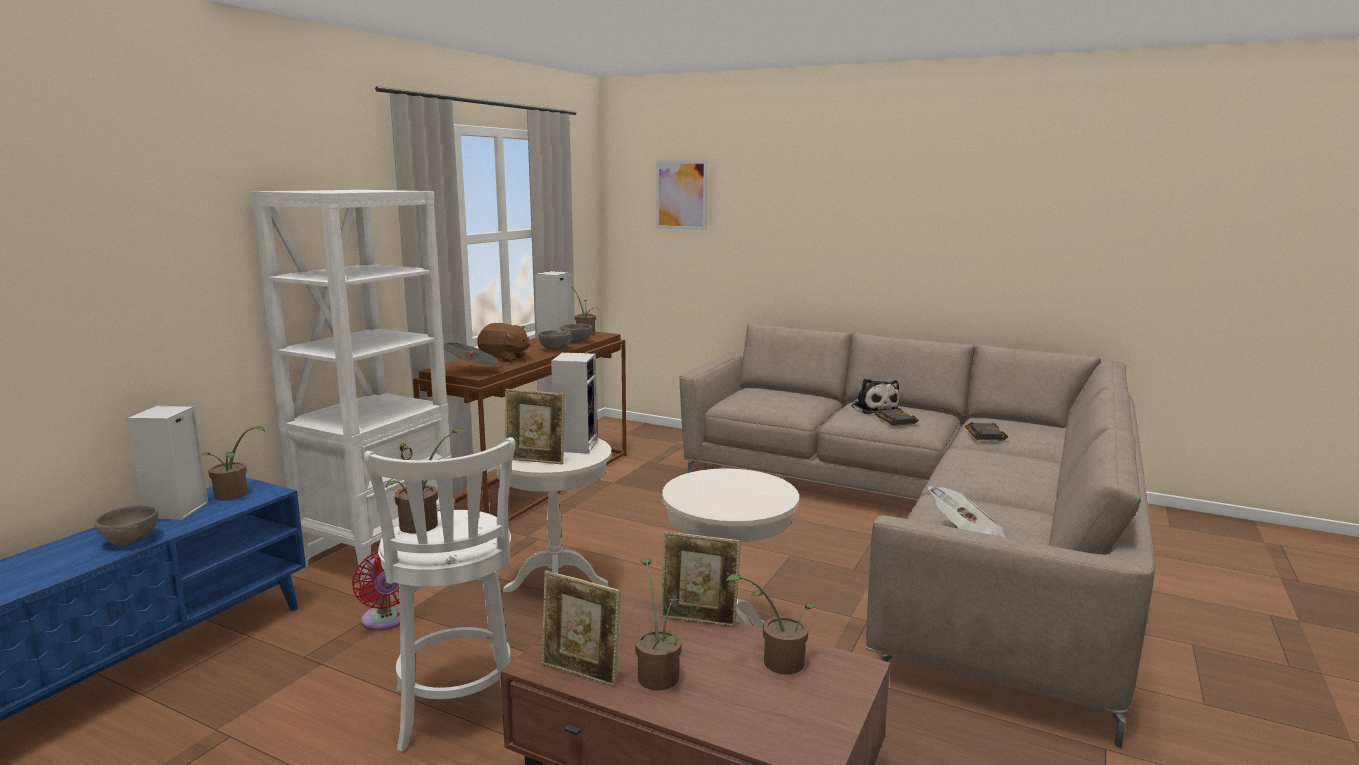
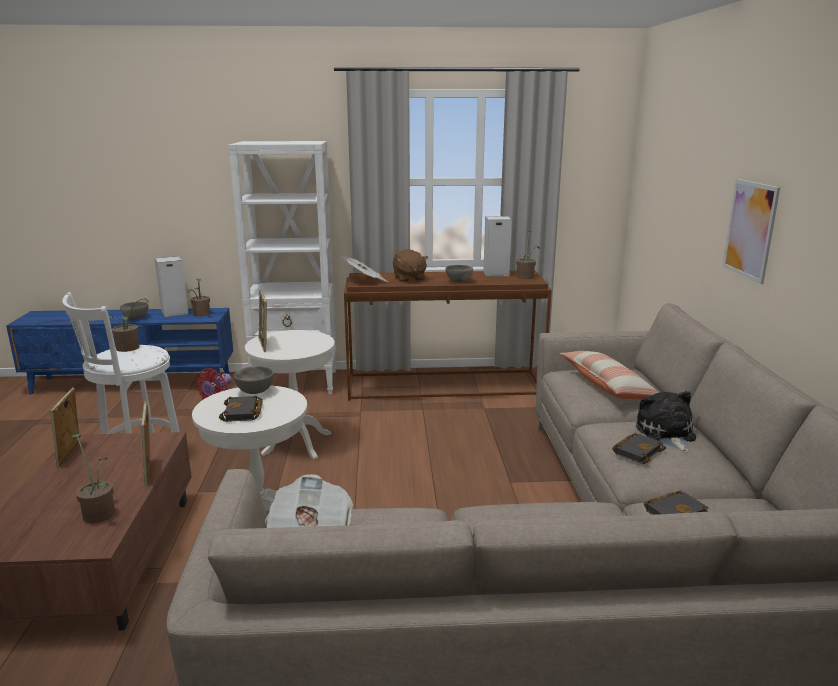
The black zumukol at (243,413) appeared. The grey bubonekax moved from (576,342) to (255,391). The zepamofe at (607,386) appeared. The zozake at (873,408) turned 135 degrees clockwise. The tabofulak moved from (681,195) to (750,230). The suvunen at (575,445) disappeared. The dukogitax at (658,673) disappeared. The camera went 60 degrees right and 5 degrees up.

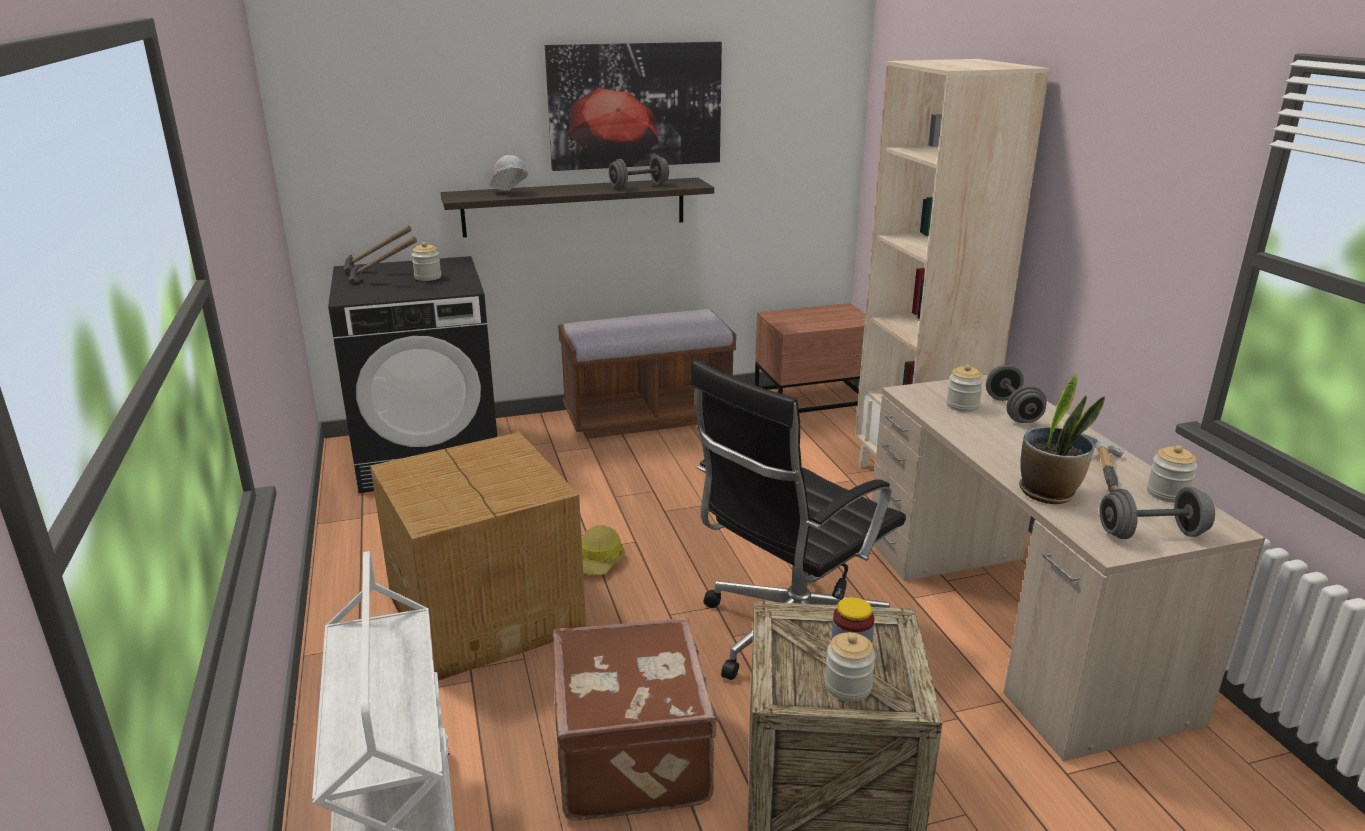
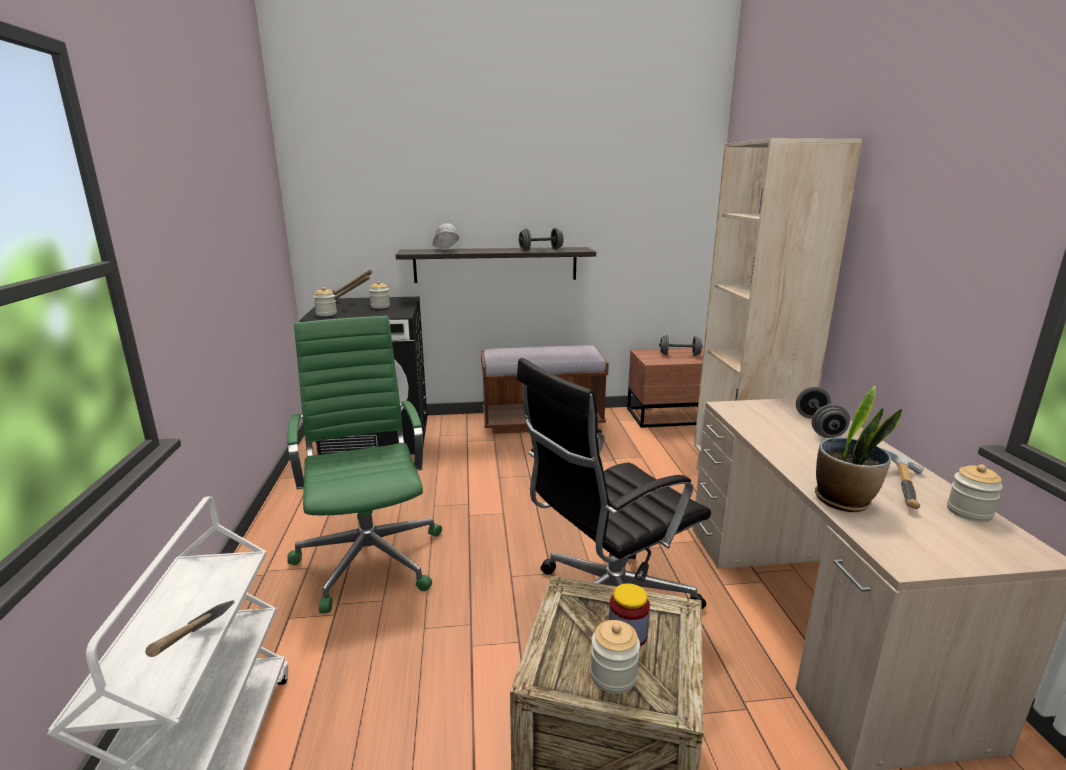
The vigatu at (200,662) appeared. The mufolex at (487,611) was replaced by the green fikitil at (370,557). The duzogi moved from (962,406) to (326,314). The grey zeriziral moved from (1151,534) to (679,355). The tabofulak at (635,105) disappeared. The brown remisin at (634,755) disappeared. The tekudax at (599,561) disappeared. The camera went 10 degrees right and 5 degrees down.

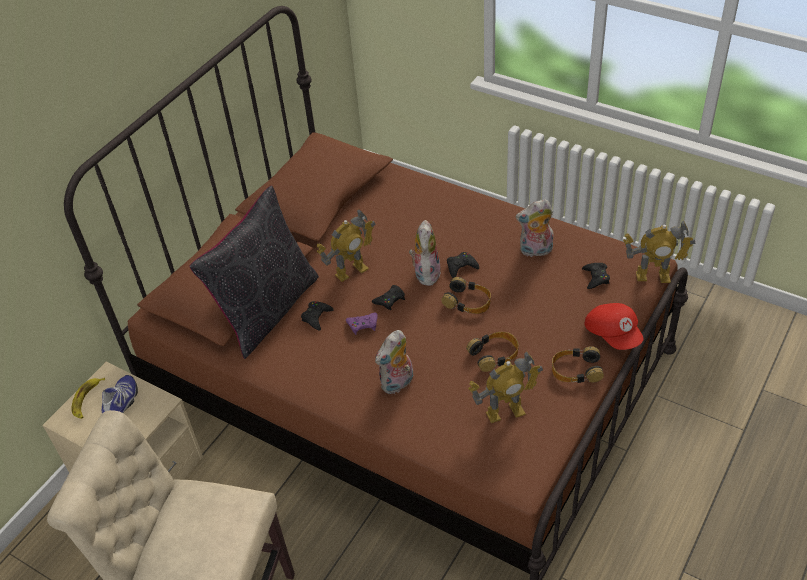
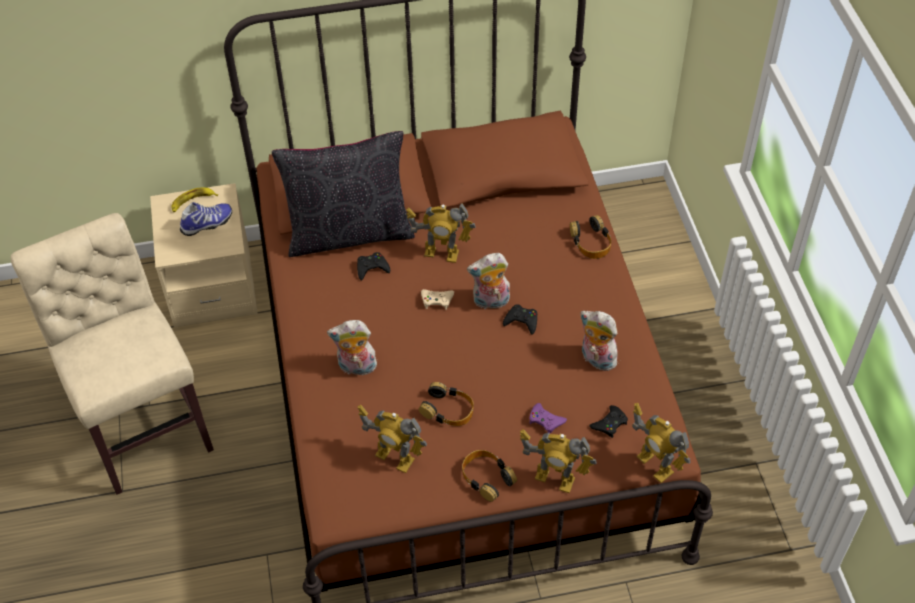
The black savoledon at (390,300) became the beige savoledon at (437,300). The zozake at (425,273) turned 150 degrees counterclockwise. The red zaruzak at (613,334) was replaced by the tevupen at (554,479). The purple savoledon moved from (363,325) to (545,420). The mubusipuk moved from (468,301) to (591,242). The camera went 45 degrees right and 5 degrees up.

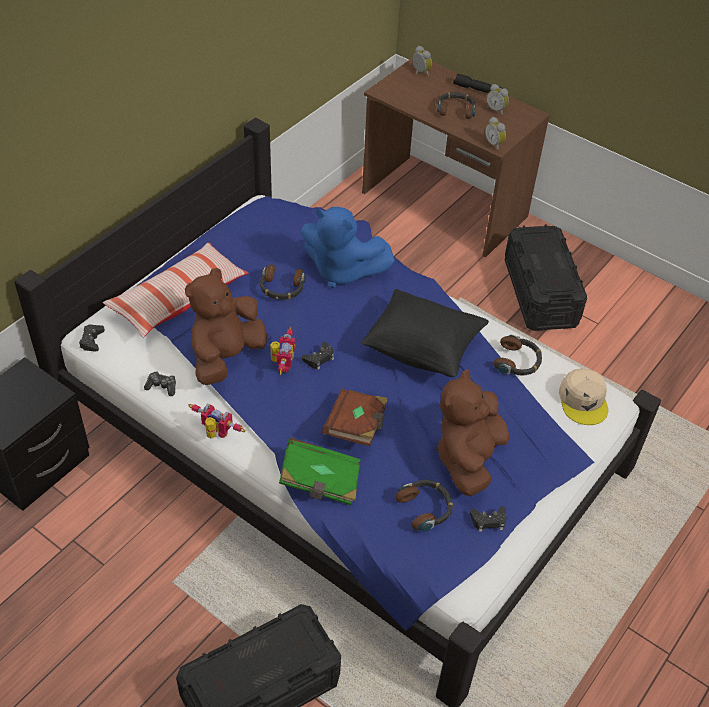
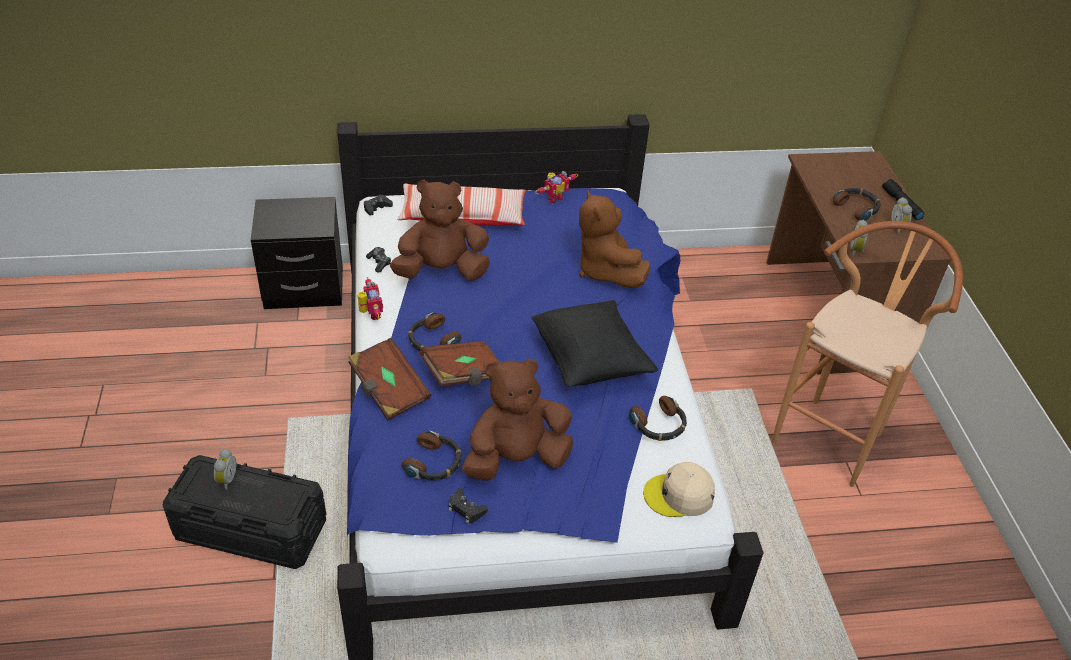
The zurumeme moved from (420,73) to (226,480). The green zumukol at (320,482) became the brown zumukol at (388,390). The mubusipuk moved from (281,288) to (432,340). The tevupen moved from (282,364) to (553,197). The blue zozake at (341,271) became the brown zozake at (606,271). The beige zaruzak at (583,400) turned 45 degrees clockwise. The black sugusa at (540,293) was replaced by the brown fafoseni at (834,434). The black savoledon at (319,358) disappeared. The camera went 45 degrees right and 5 degrees down.

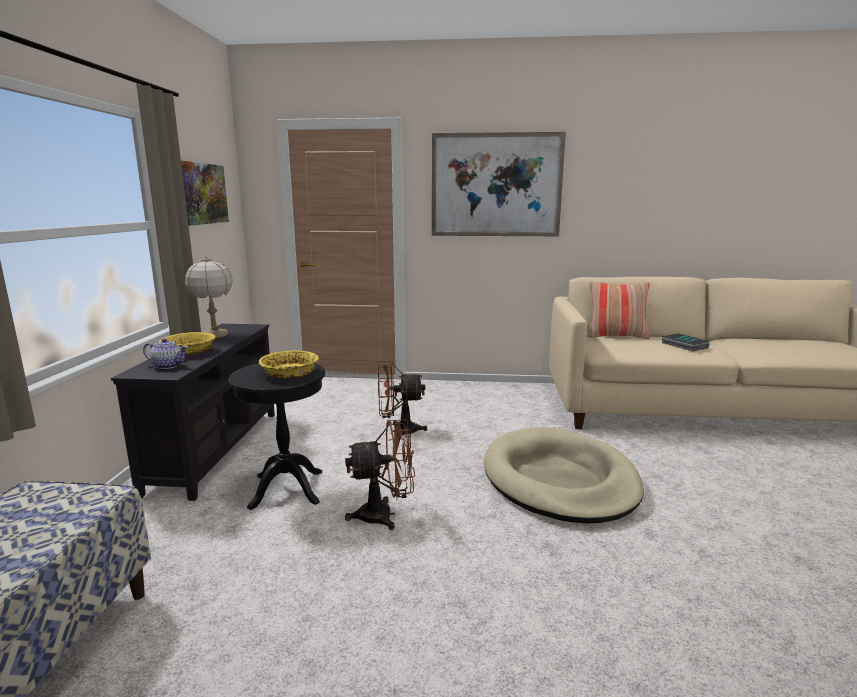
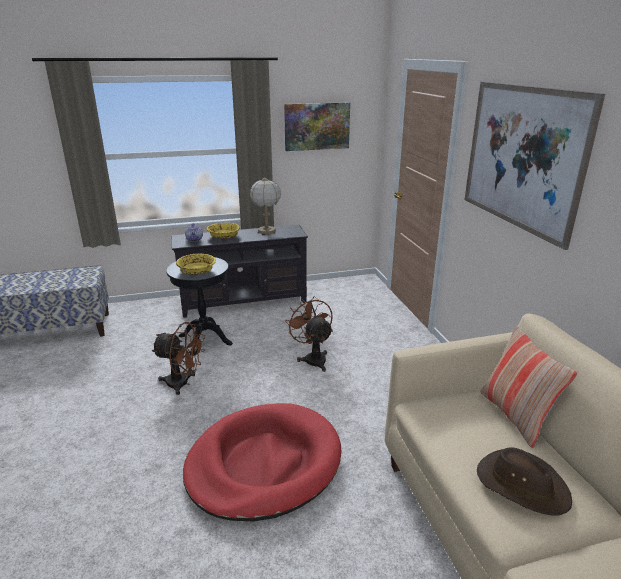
The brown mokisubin at (385,515) turned 45 degrees counterclockwise. The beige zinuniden at (559,480) became the red zinuniden at (264,464). The zumukol at (683,345) was replaced by the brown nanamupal at (521,484). The camera went 70 degrees right and 10 degrees up.

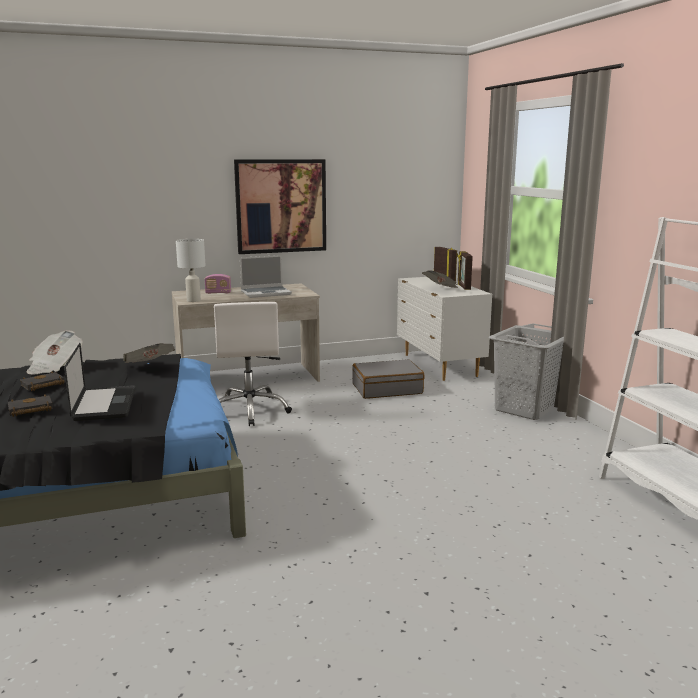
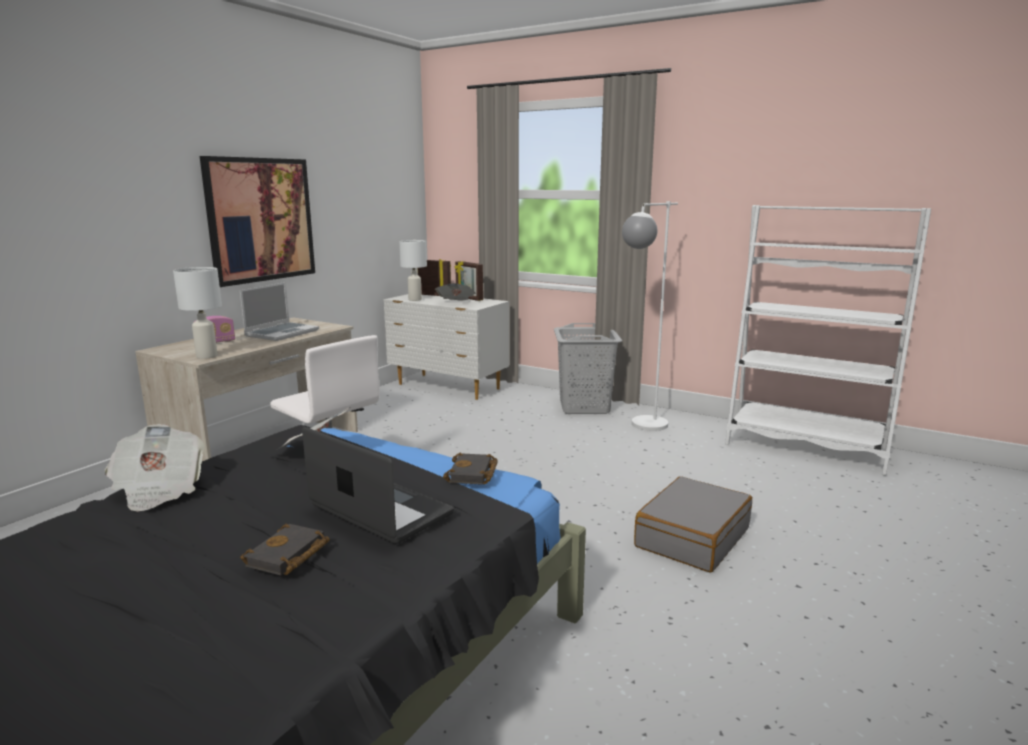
The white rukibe at (414,299) appeared. The black zumukol moved from (42,385) to (473,474). The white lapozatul at (641,427) appeared. The grey remisin moved from (387,389) to (691,537). The camera went 40 degrees left and 0 degrees up.

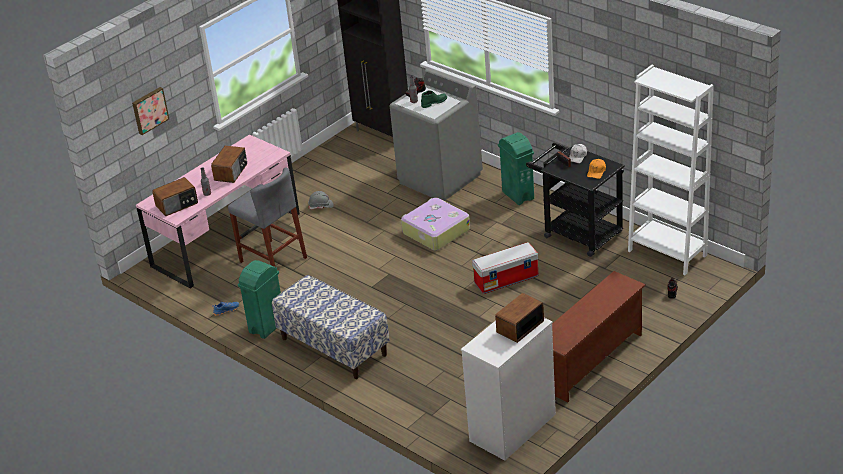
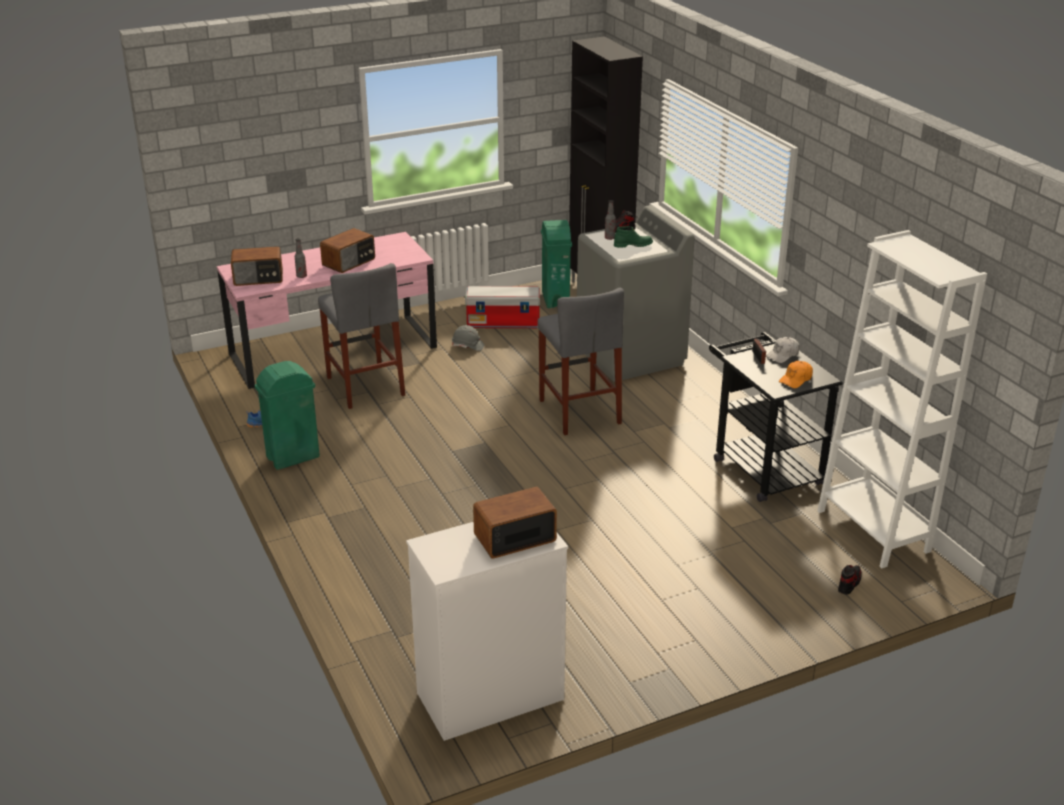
The sugusa moved from (506,279) to (504,322). The remisin at (435,231) was replaced by the grey fafoseni at (579,411). The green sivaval moved from (518,195) to (555,299). The tabofulak at (149,110) disappeared. The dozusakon at (333,347) disappeared. The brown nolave at (590,361) disappeared. The camera went 20 degrees right and 5 degrees down.

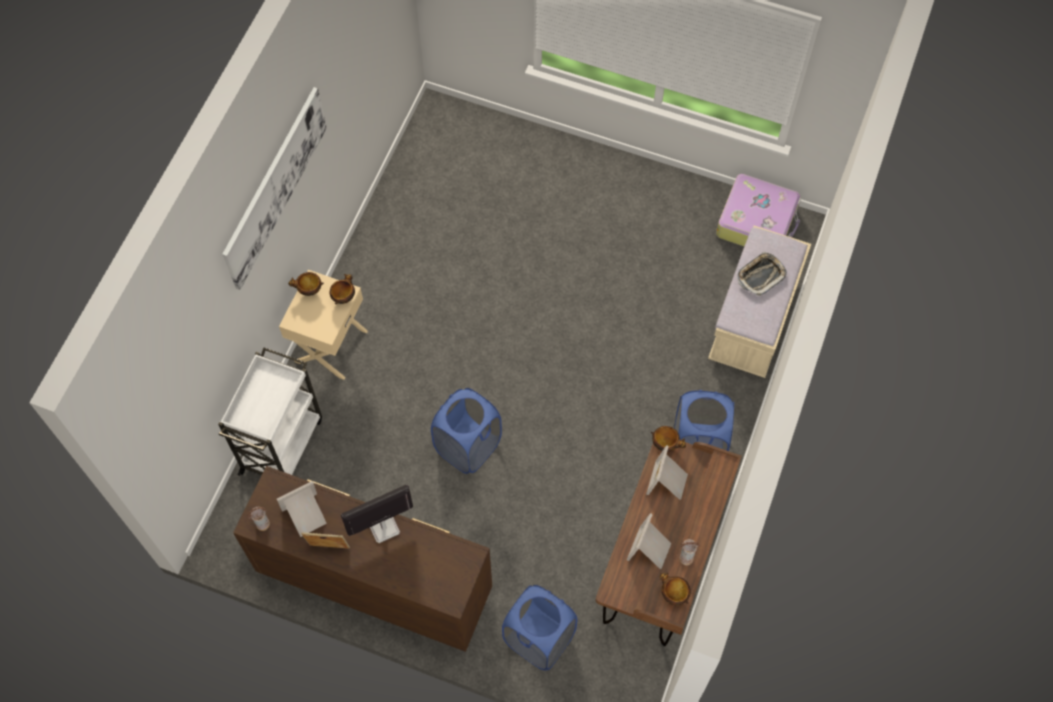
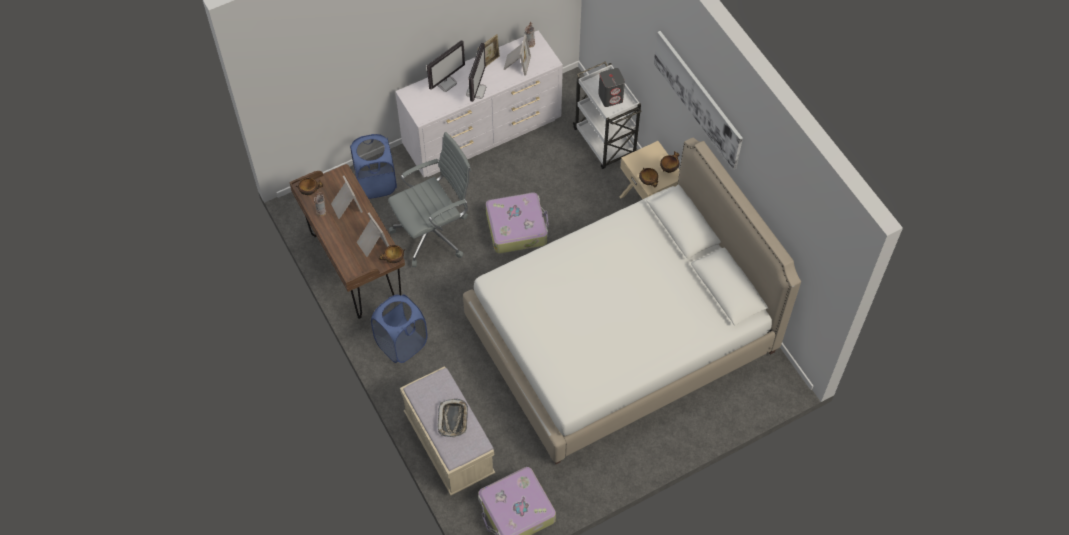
The grey fikitil at (434,233) appeared. The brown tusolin at (374,580) became the white tusolin at (483,134). The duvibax at (446,82) appeared. The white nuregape at (620,335) appeared. The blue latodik at (468,447) was replaced by the remisin at (517,227). The grey suvunen at (610,97) appeared. The camera went 130 degrees right and 5 degrees down.

